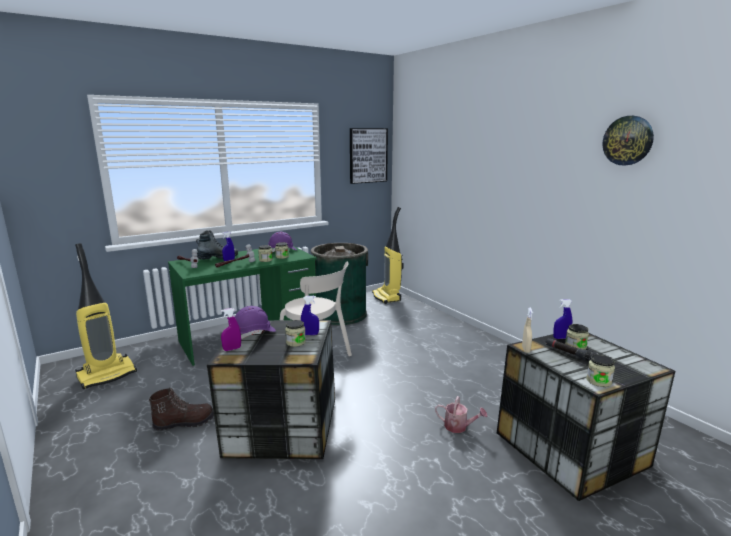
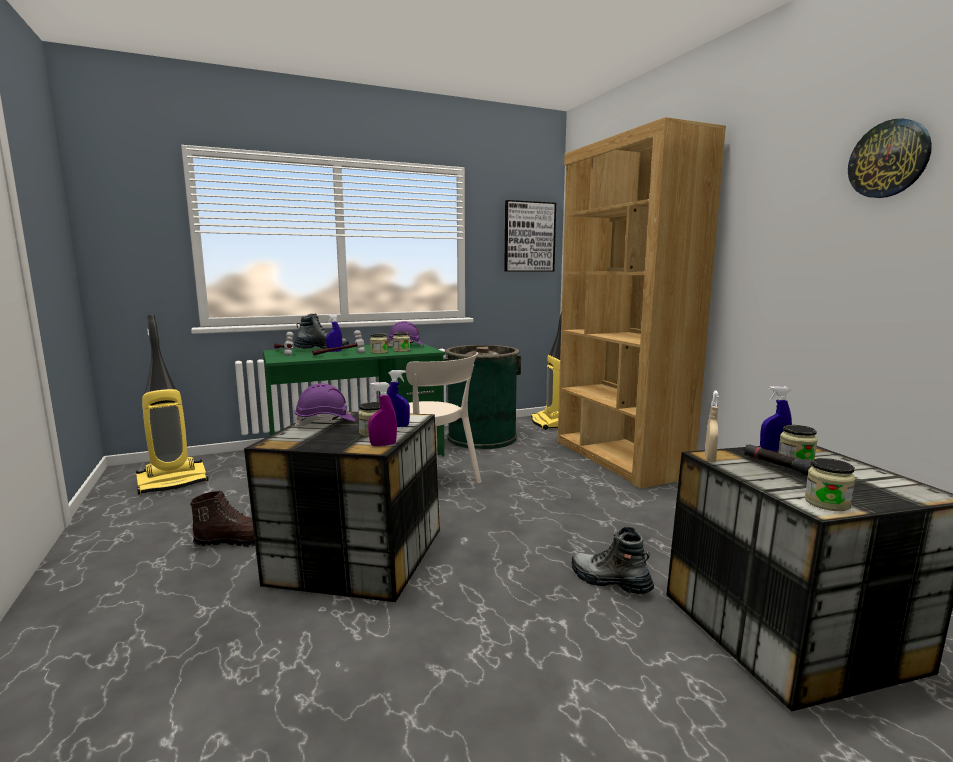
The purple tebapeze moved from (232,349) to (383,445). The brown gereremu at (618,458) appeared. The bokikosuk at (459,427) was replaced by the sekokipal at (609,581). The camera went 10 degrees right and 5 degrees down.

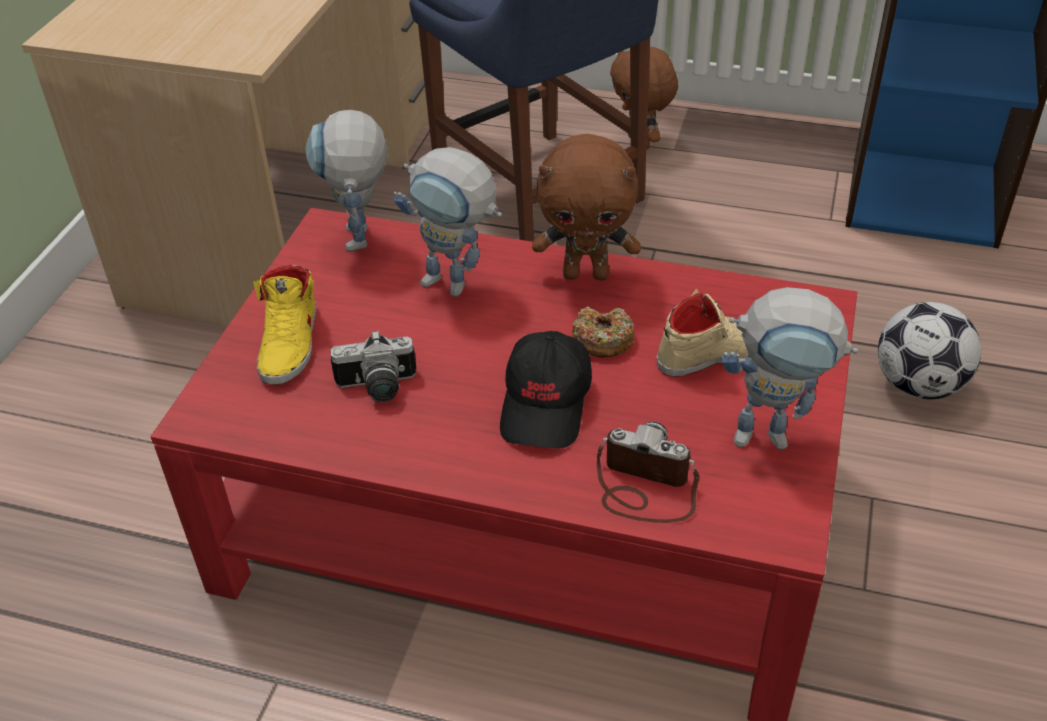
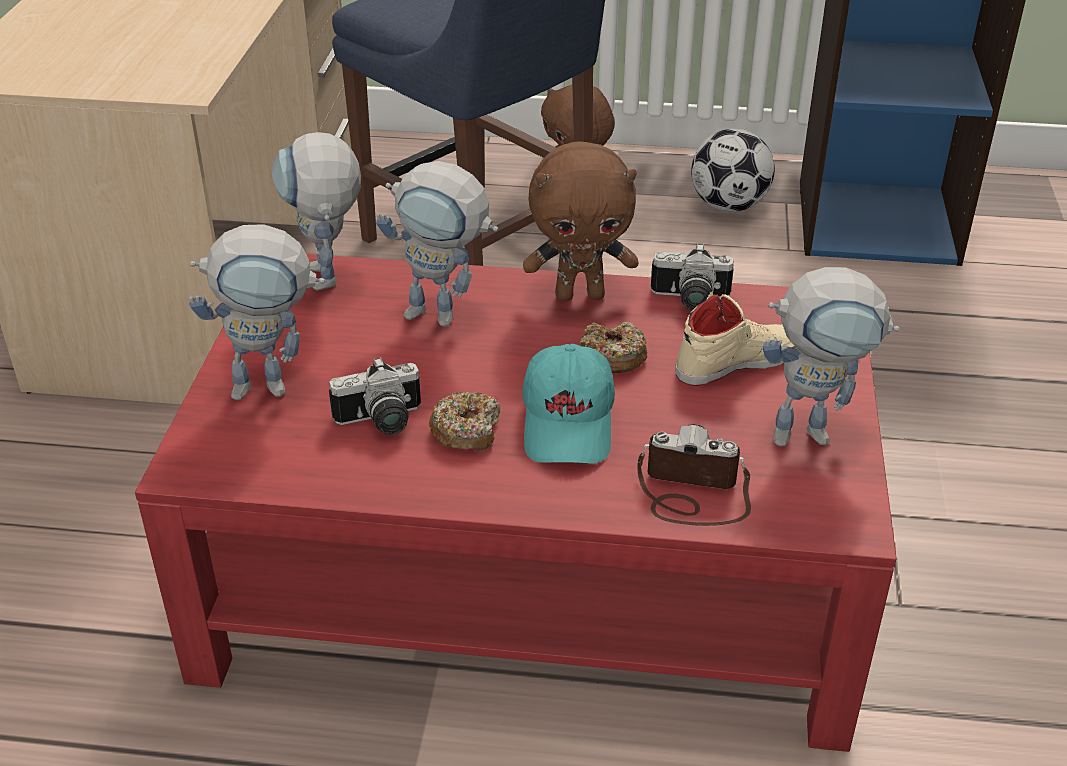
The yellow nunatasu at (291,343) was replaced by the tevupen at (274,386). The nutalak at (466,430) appeared. The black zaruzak at (546,404) became the turquoise zaruzak at (569,423). The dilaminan at (689,301) appeared. The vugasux moved from (918,385) to (729,206). The camera went 10 degrees left and 5 degrees down.

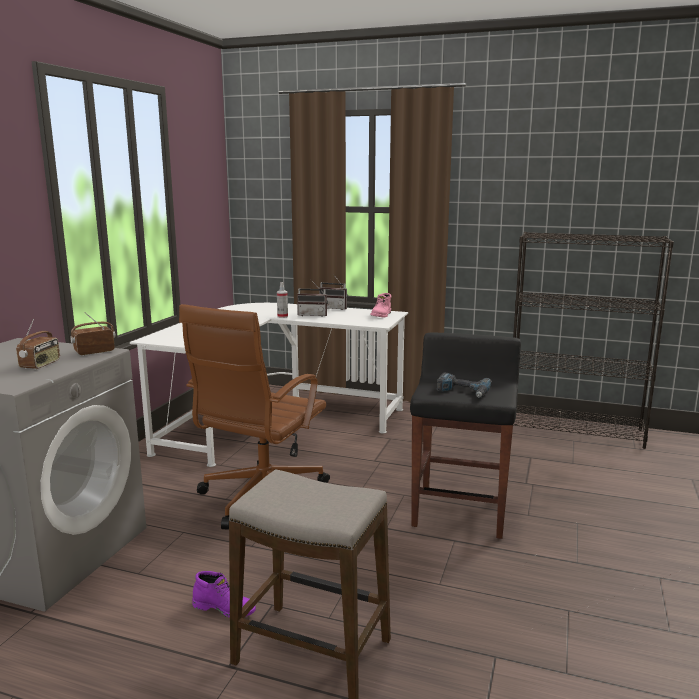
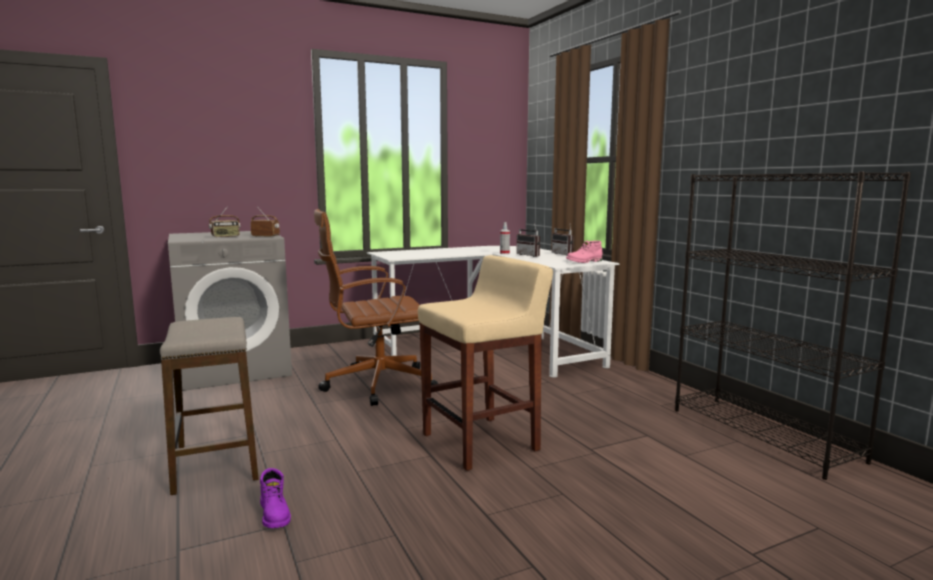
The purple sekokipal moved from (225,608) to (275,514). The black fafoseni at (460,511) became the beige fafoseni at (482,442). The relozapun at (463,391) disappeared. The camera went 45 degrees right and 5 degrees down.

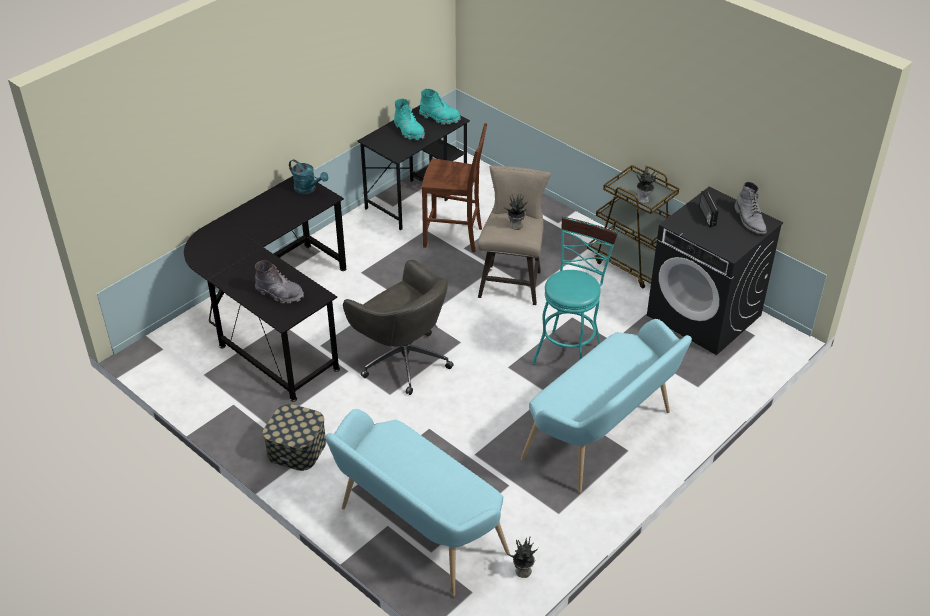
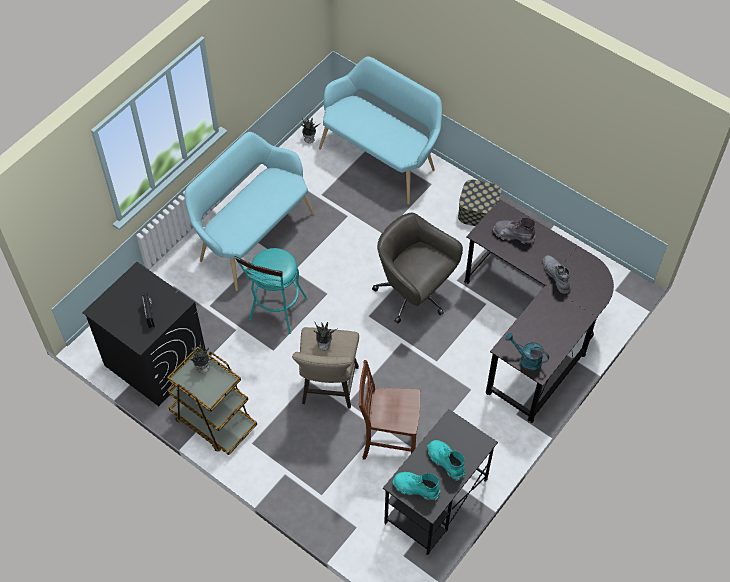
The grey sekokipal moved from (749,220) to (556,275). The camera went 175 degrees right and 15 degrees up.

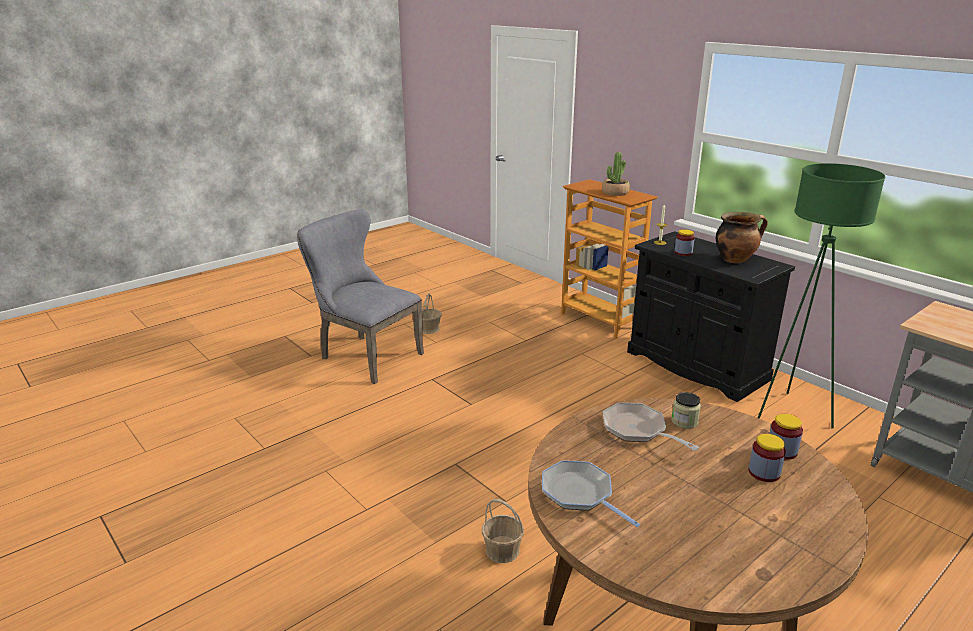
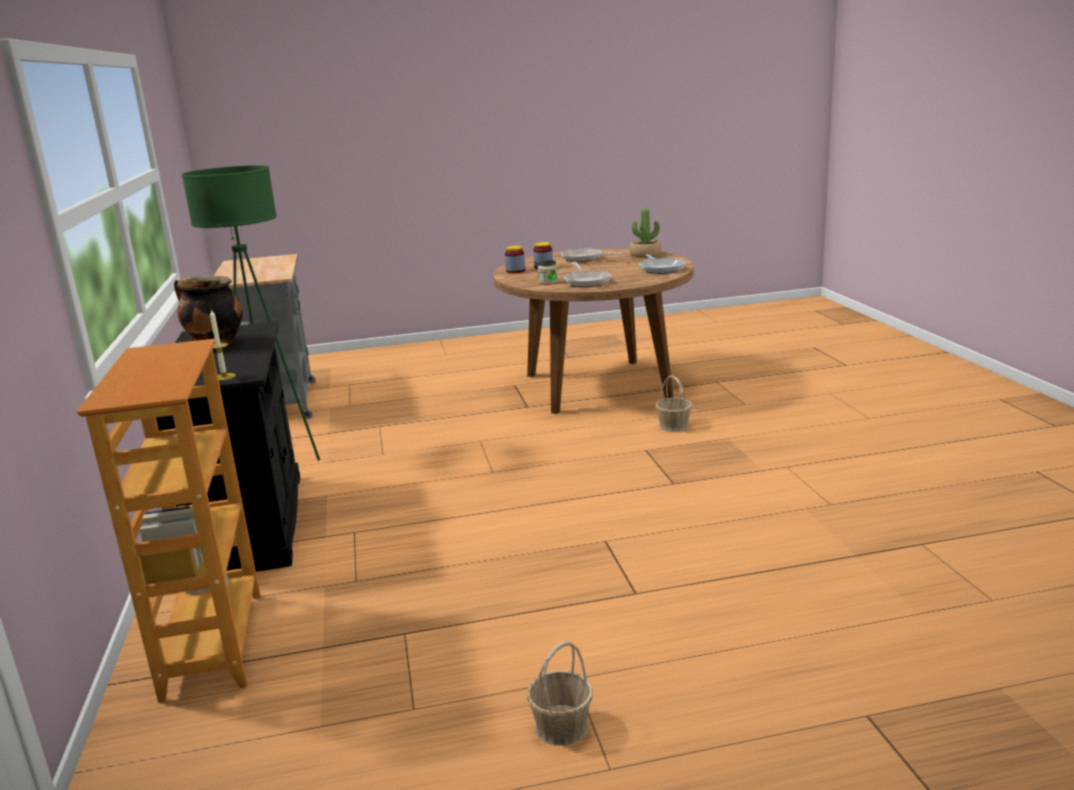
The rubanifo at (585,259) appeared. The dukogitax moved from (615,192) to (645,255). The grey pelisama at (365,355) disappeared. The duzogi at (683,253) disappeared. The camera went 150 degrees left and 5 degrees down.

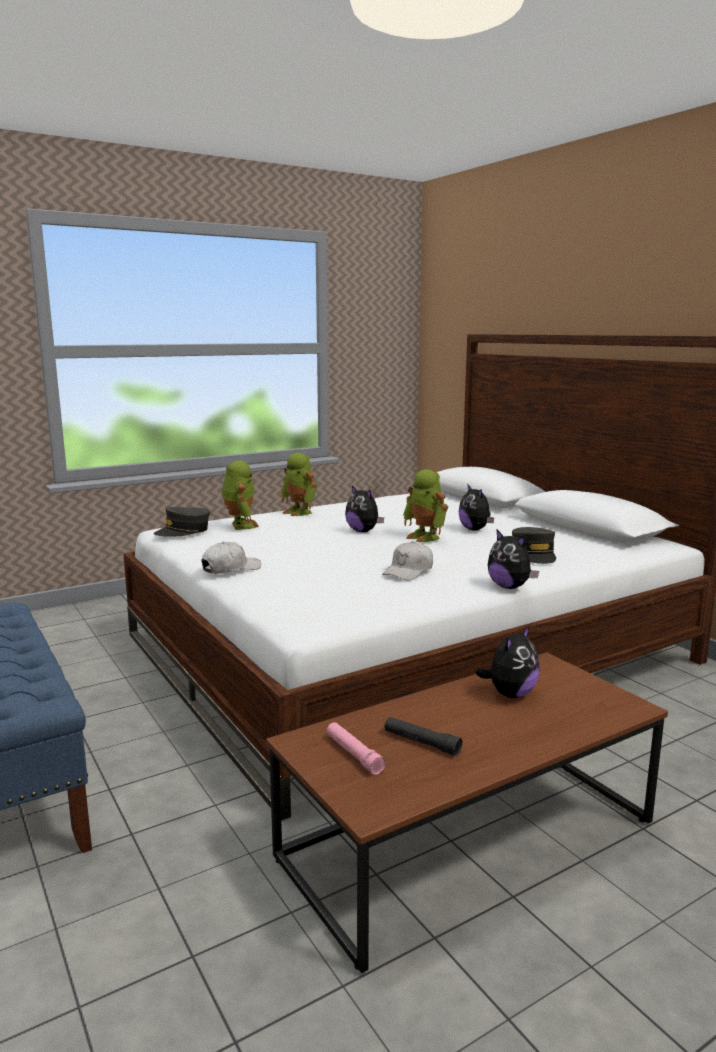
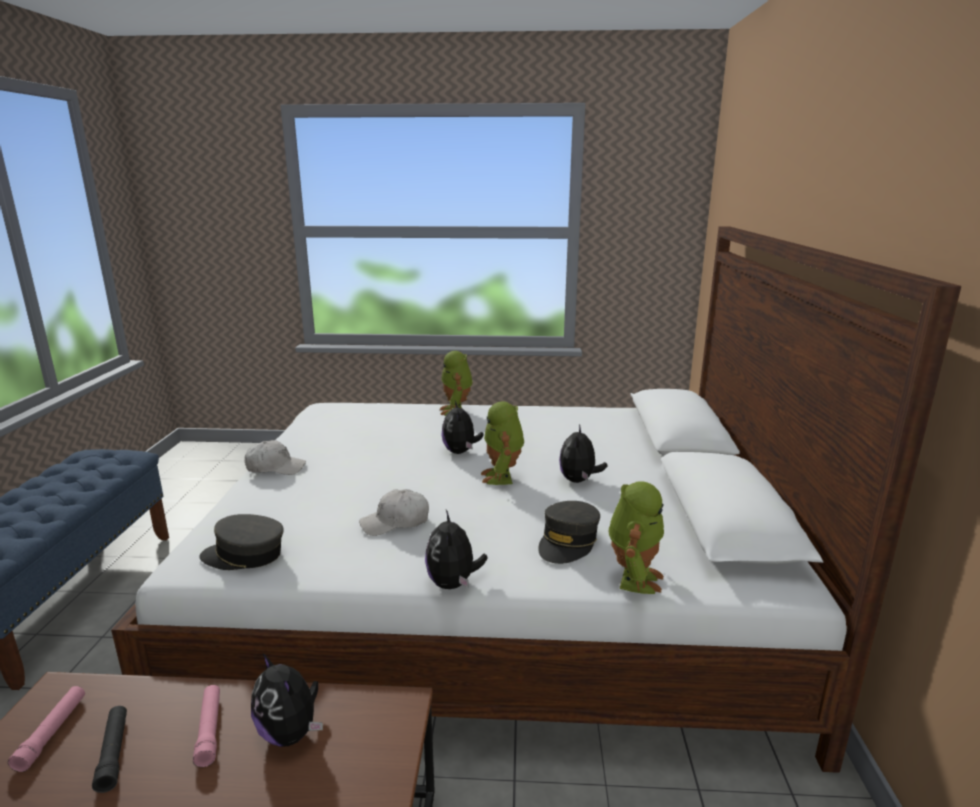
The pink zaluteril at (209,730) appeared. The grey zaruzak moved from (183,531) to (244,555). The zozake at (510,694) turned 60 degrees clockwise. The tevupen moved from (240,525) to (633,578). The camera went 35 degrees right and 5 degrees up.

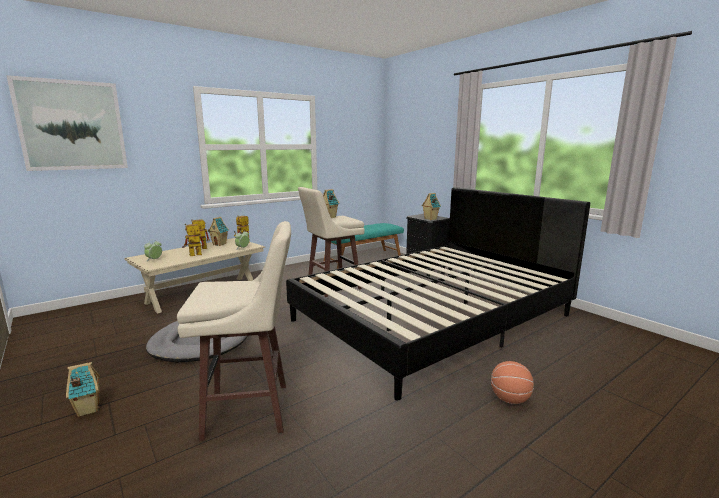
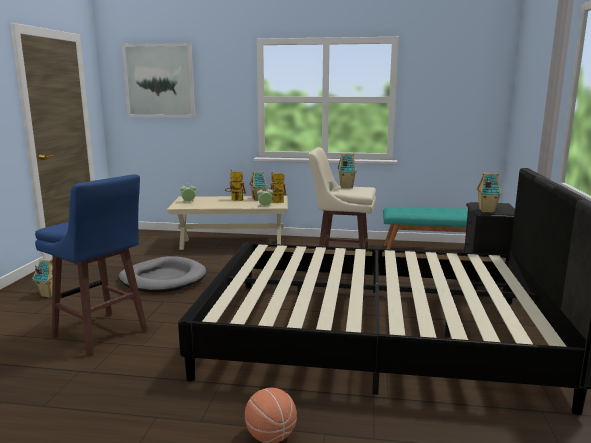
The beige fafoseni at (250,411) became the blue fafoseni at (101,335). The tevupen at (192,255) disappeared. The camera went 45 degrees right and 0 degrees up.

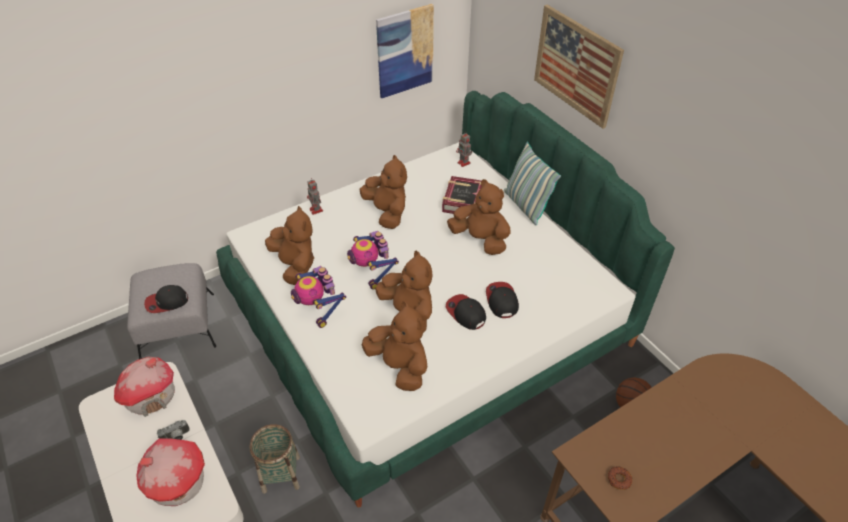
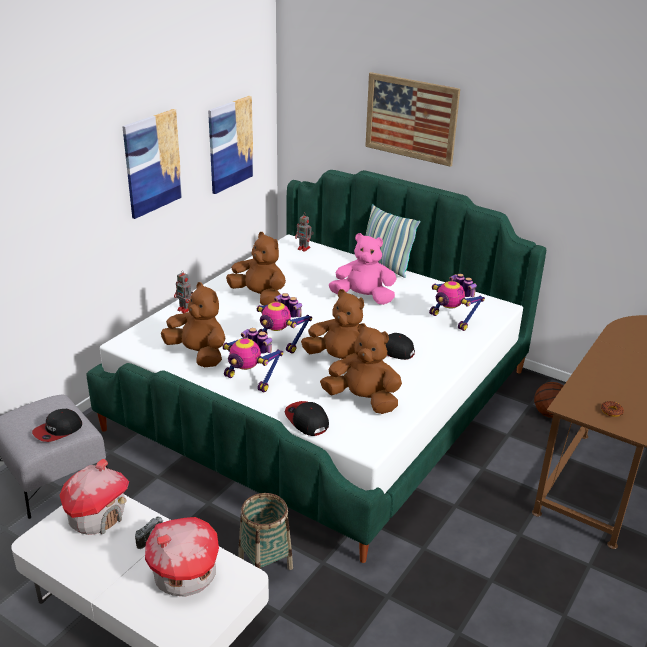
The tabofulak at (152,163) appeared. The zaruzak moved from (501,301) to (306,420). The brown zozake at (480,240) became the pink zozake at (363,298). The tevupen at (452,320) appeared. The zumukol at (462,200) disappeared. The camera went 25 degrees left and 15 degrees down.

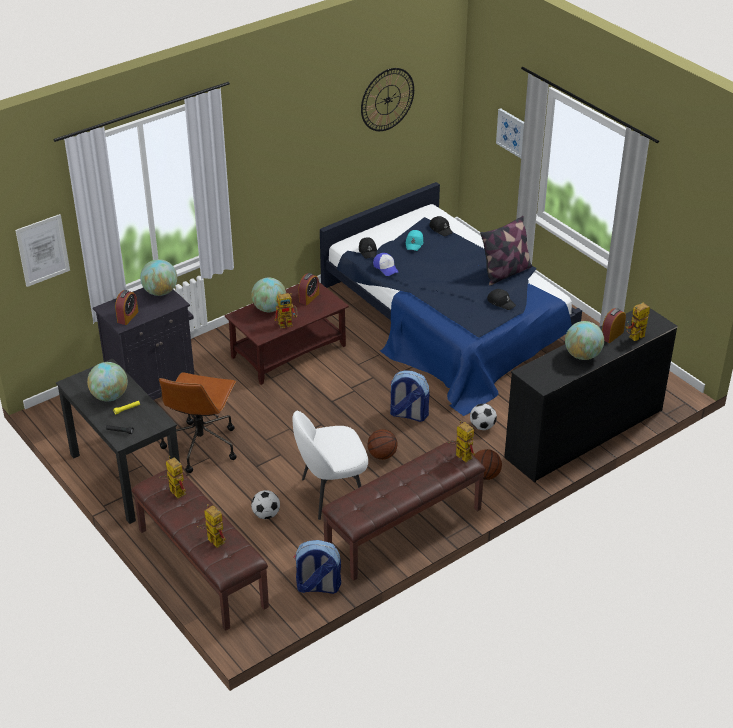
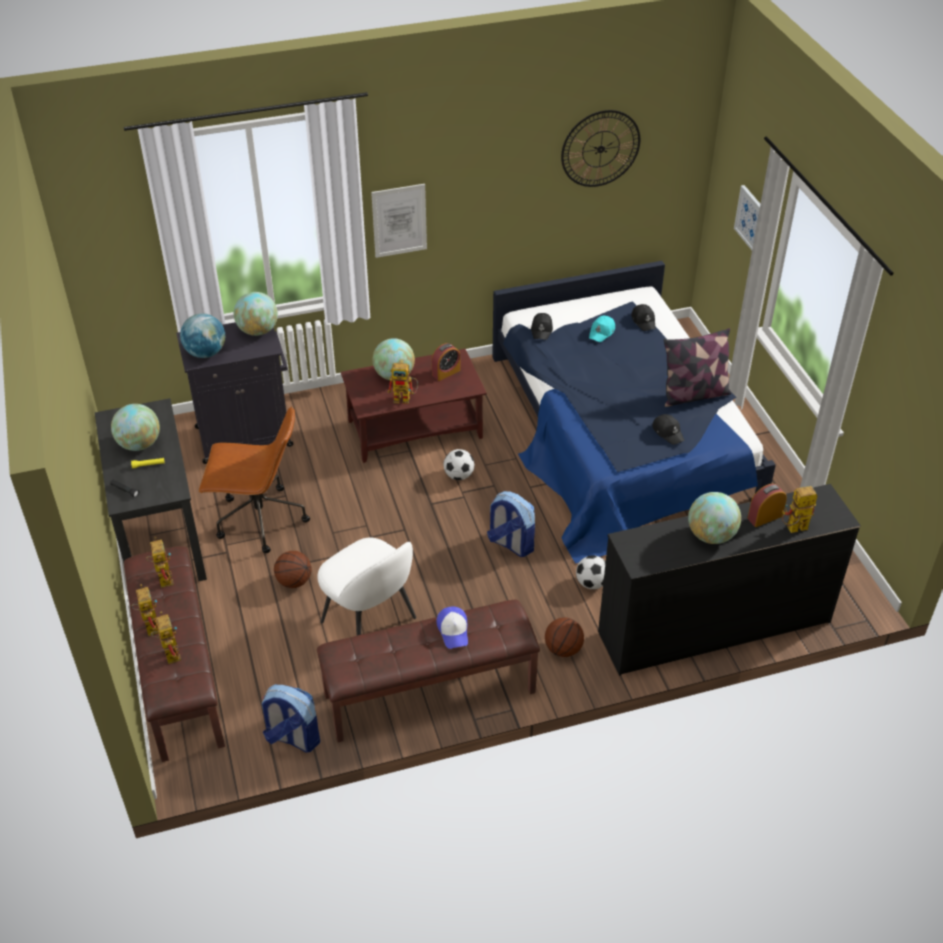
The tevupen moved from (460,455) to (149,624). The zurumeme at (127,317) was replaced by the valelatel at (206,353). The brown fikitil at (201,445) turned 120 degrees counterclockwise. The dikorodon moved from (382,455) to (294,581). The white pelisama at (331,494) turned 135 degrees counterclockwise. The tabofulak moved from (43,250) to (399,220). The zaruzak moved from (386,268) to (453,631). The vugasux moved from (266,514) to (459,475). The camera went 20 degrees right and 5 degrees up.

